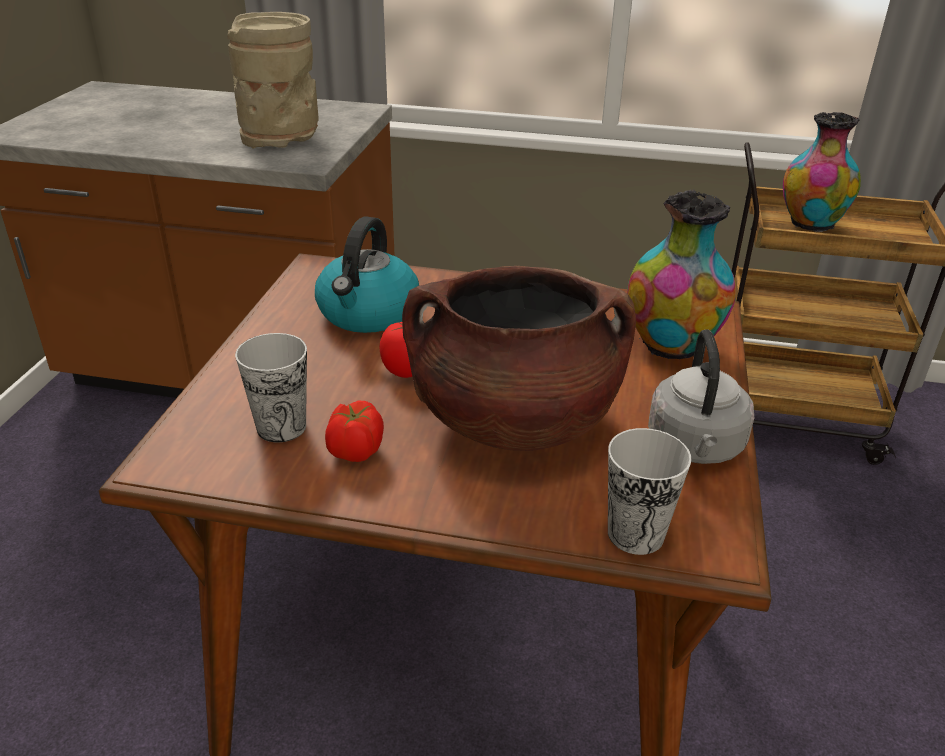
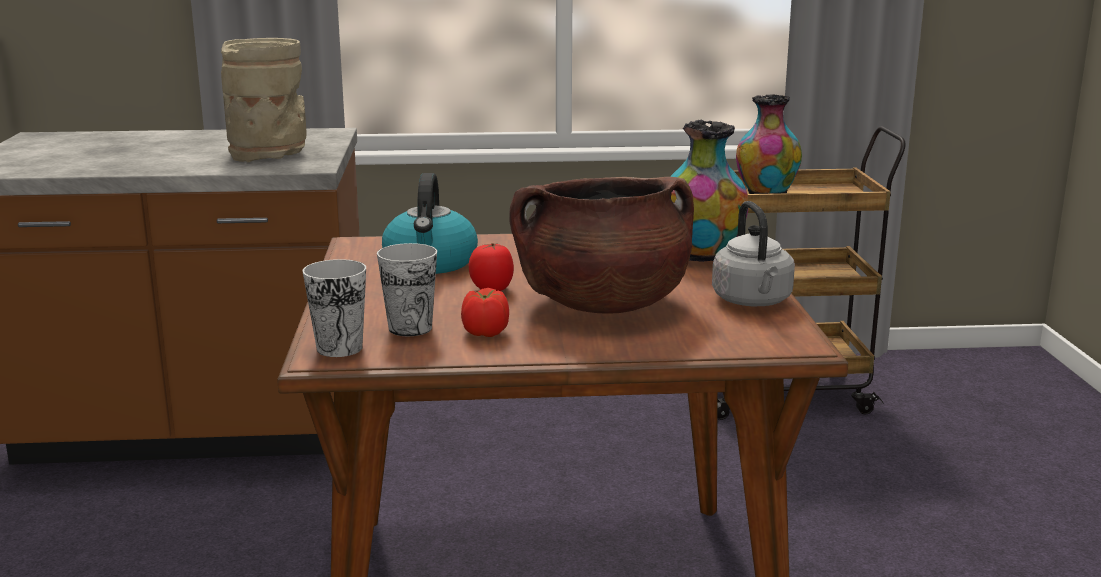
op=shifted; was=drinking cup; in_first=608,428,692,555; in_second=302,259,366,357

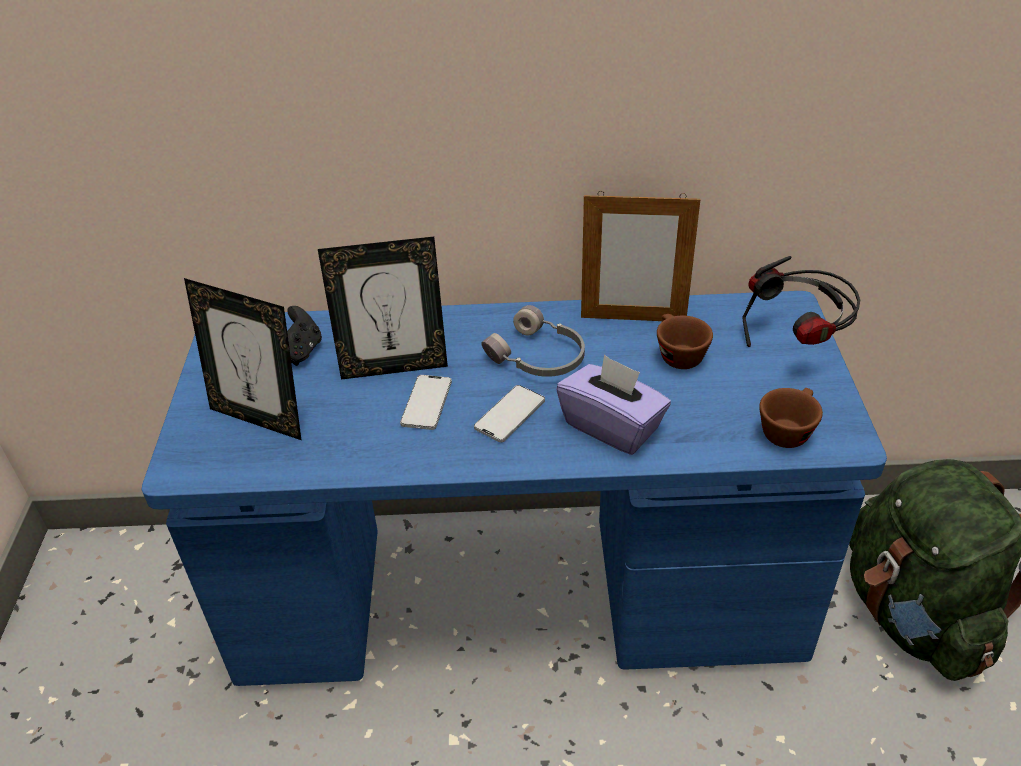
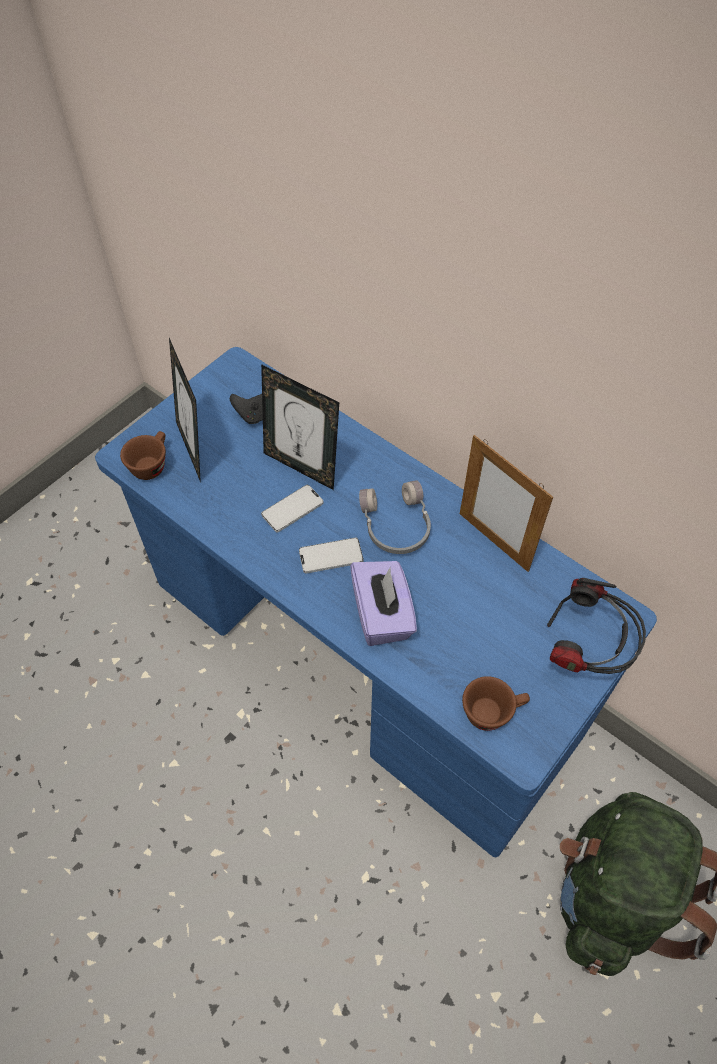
op=shifted; was=brown drinking cup; in_first=657,314,713,369; in_second=120,431,166,480

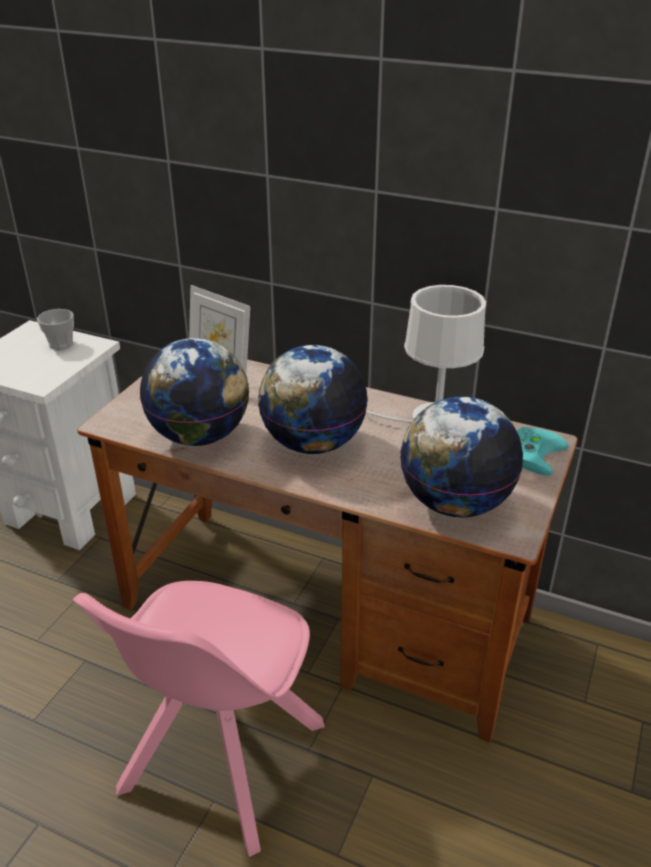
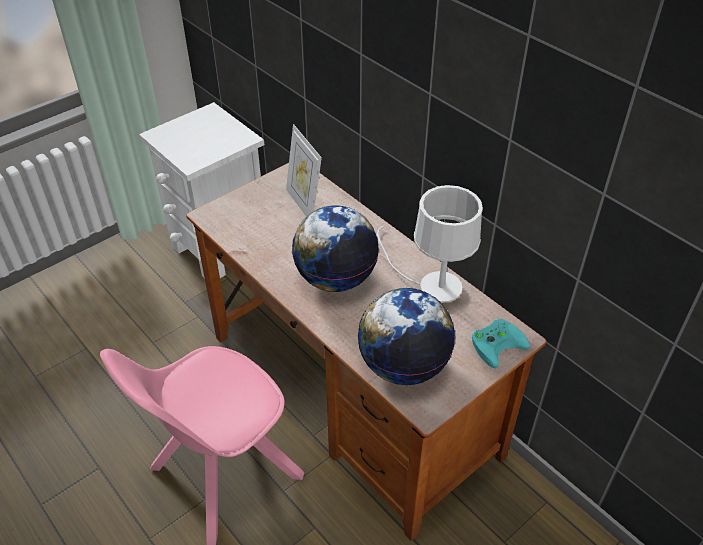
op=gone; was=drinking cup; in_first=37,309,74,350
op=gone; was=desk globe; in_first=140,338,249,446

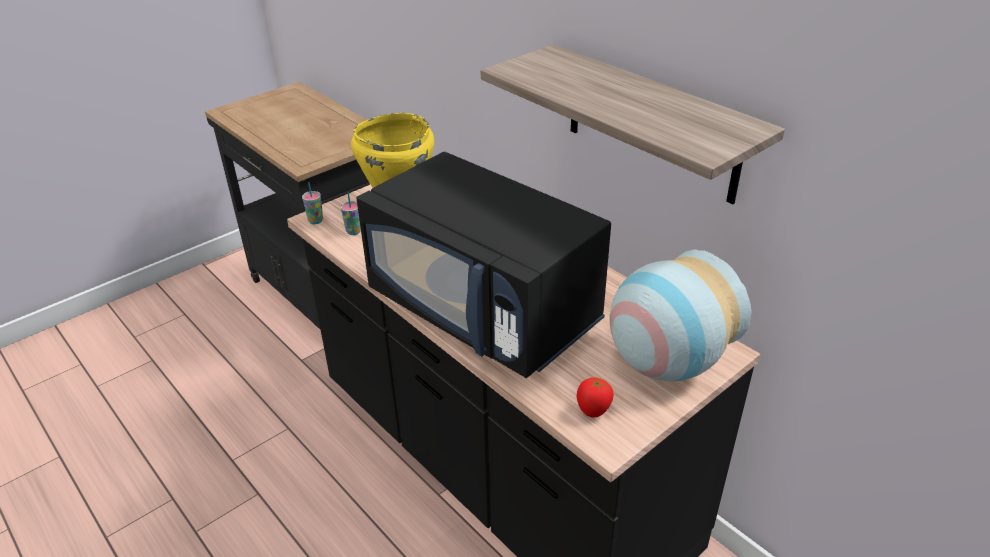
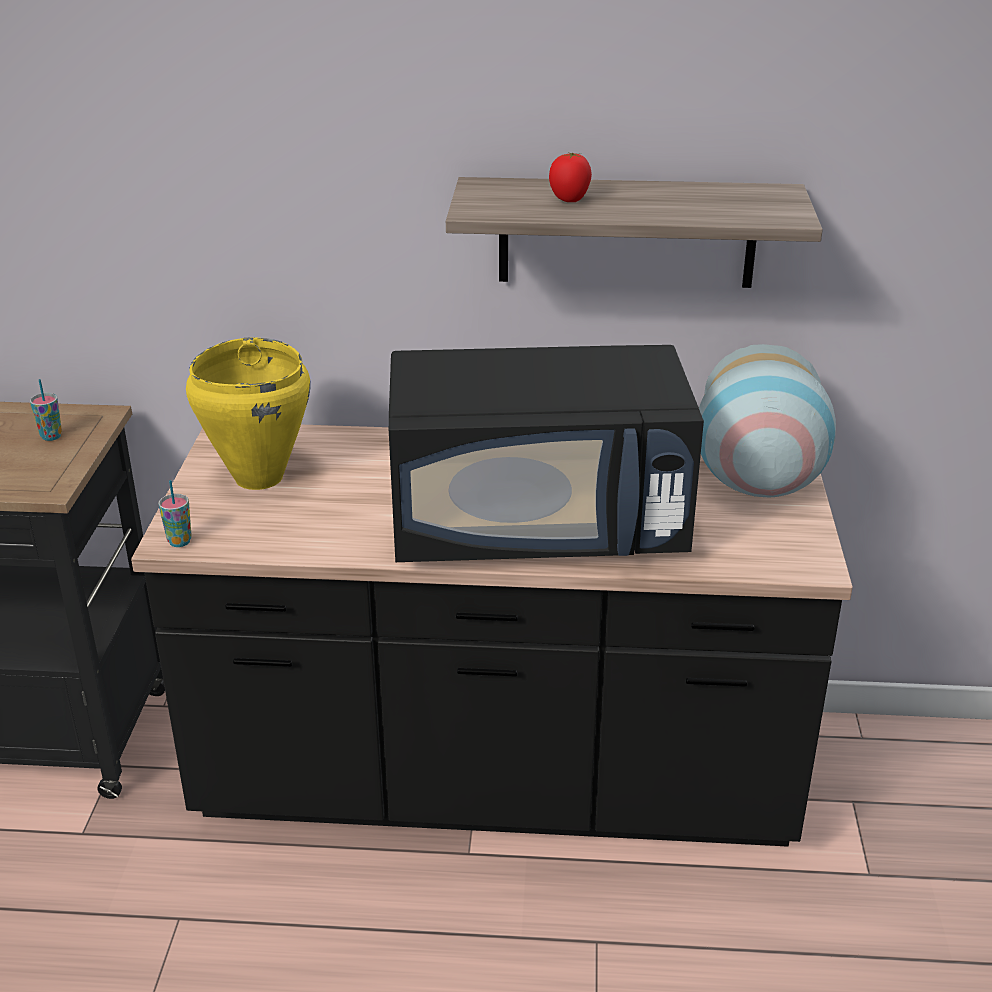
op=shifted; was=drinking cup; in_first=341,192,361,235; in_second=30,379,62,441
op=shifted; was=fresh tomato; in_first=577,377,614,418; in_second=549,153,592,202

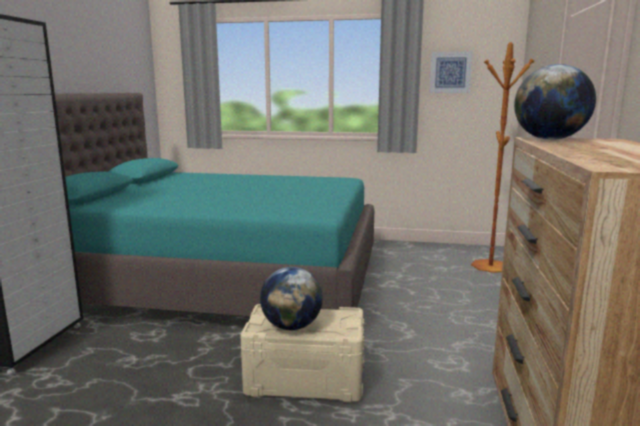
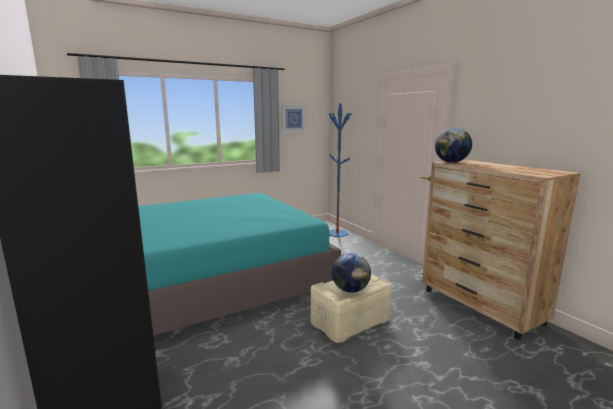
op=repainted; was=orangey clothes rack; now=blue-coloured clothes rack; in_first=471,42,534,273; in_second=328,103,351,237

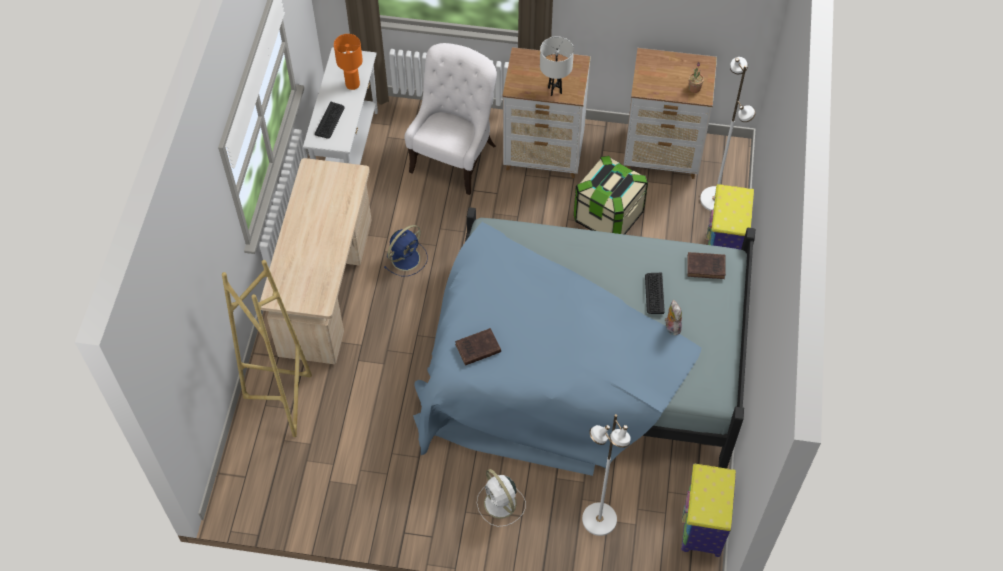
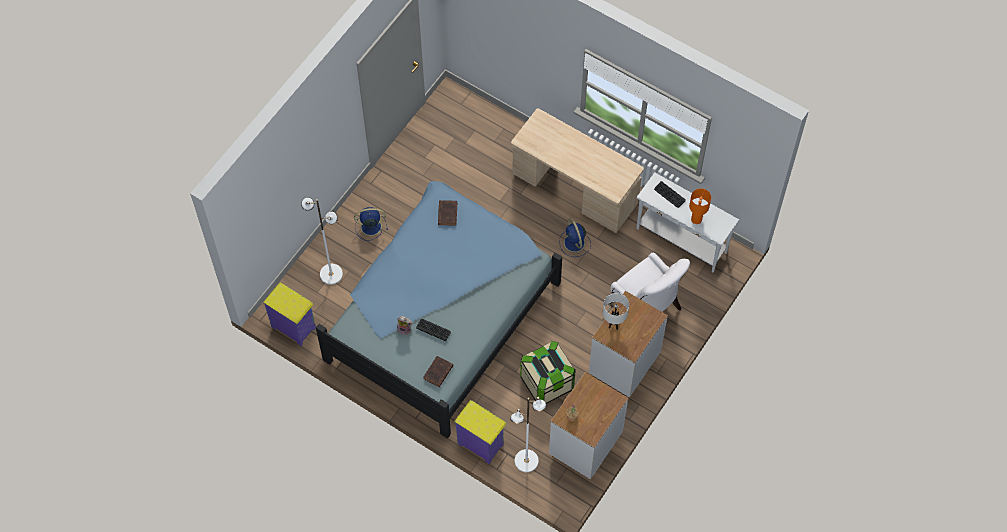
op=gone; was=yellow-coloured clothes rack; in_first=222,260,312,437
op=repainted; was=white-coloured fan; now=blue-coloured fan; in_first=477,469,526,527; in_second=354,207,388,241

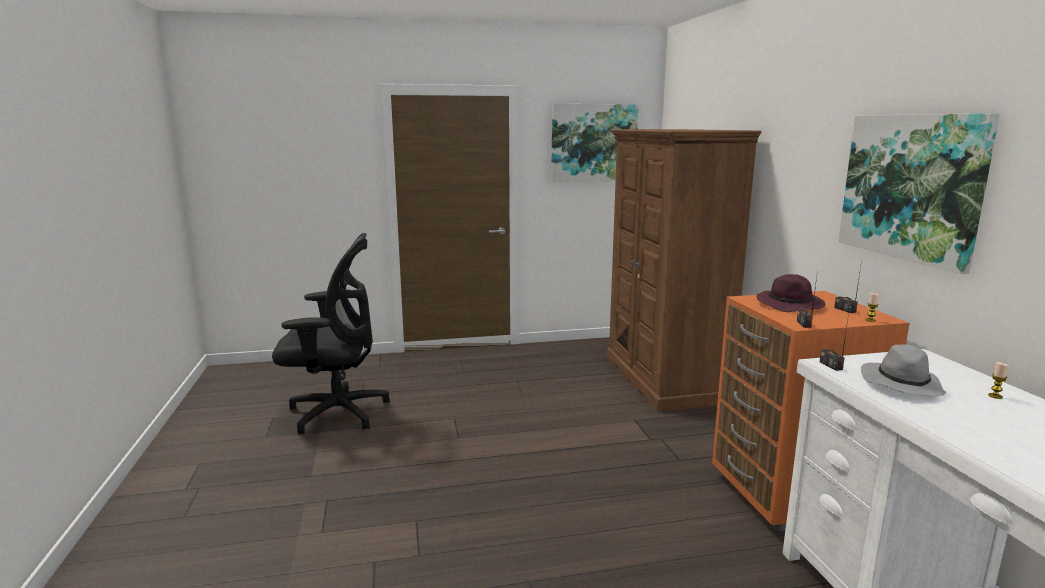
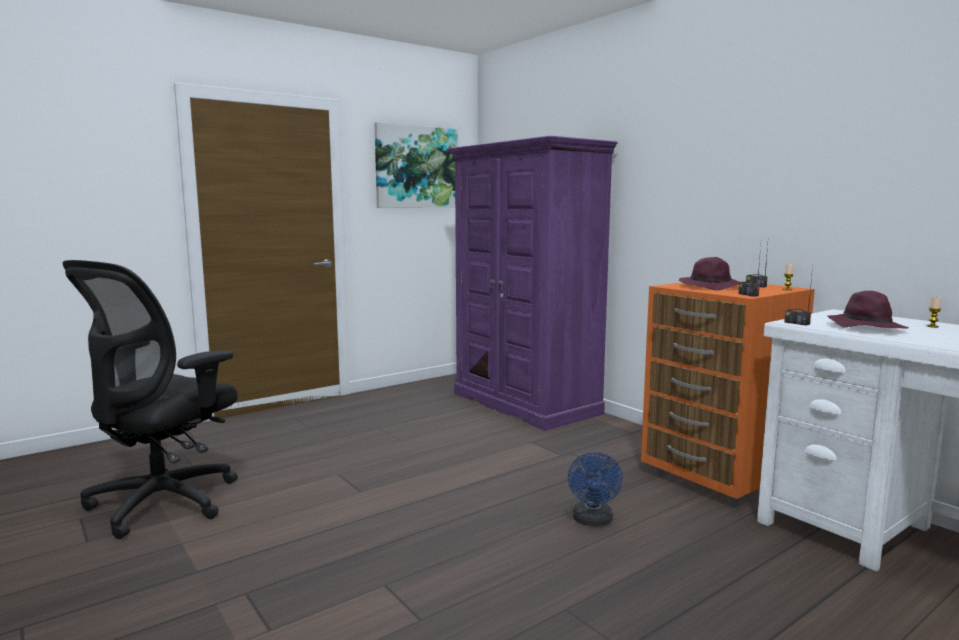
op=rotated; was=black-coloured office chair; in_first=272,233,390,435; in_second=63,260,238,539; clockwise=150
op=repainted; was=brown wardrobe; now=purple wardrobe; in_first=606,129,761,411; in_second=447,136,618,431
op=gone; was=wall picture; in_first=838,113,1000,274
op=repainted; was=grey wearable hat; now=purple wearable hat; in_first=861,344,946,397; in_second=827,291,909,329
op=new; now=blue-coloured fan; in_second=568,452,623,526

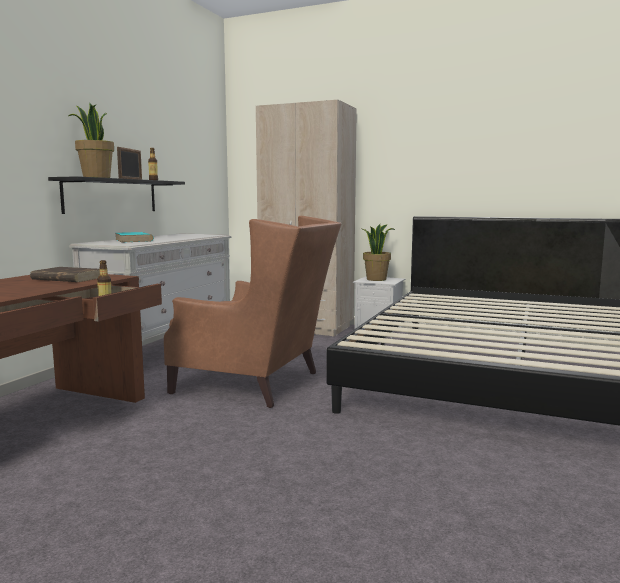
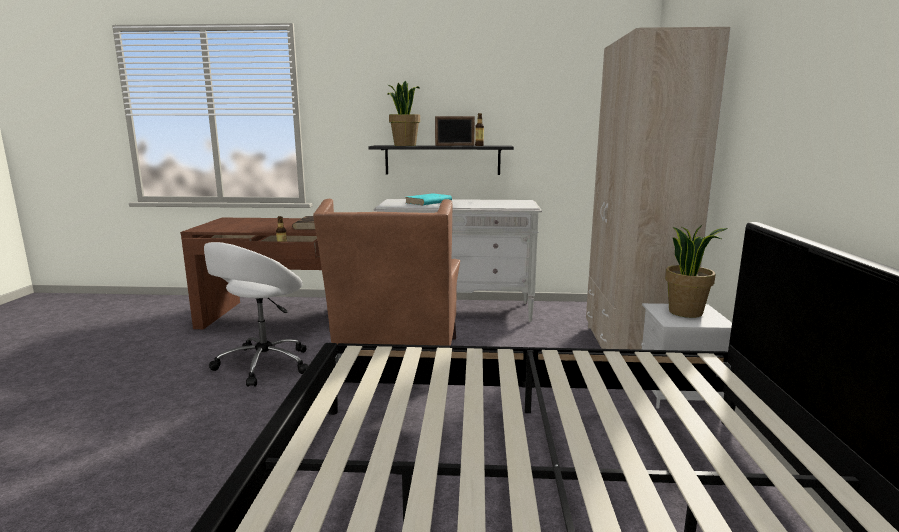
op=new; now=white-coloured office chair; in_second=204,242,308,387

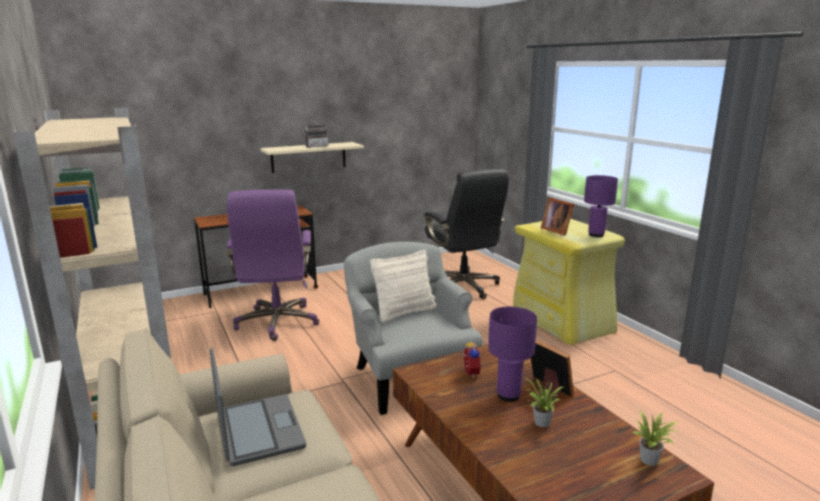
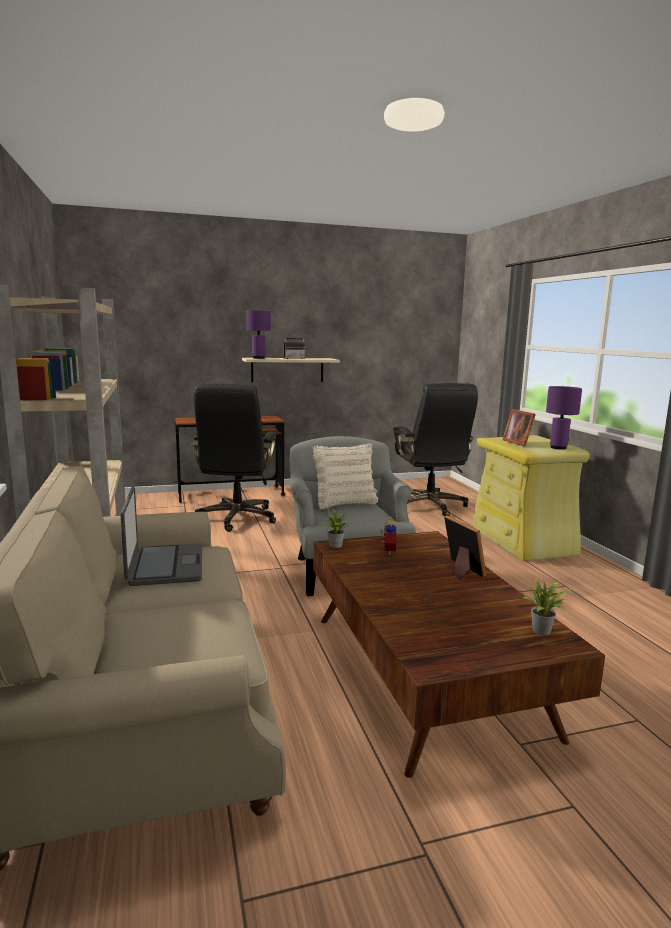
op=repainted; was=purple office chair; now=black-coloured office chair; in_first=225,189,319,341; in_second=191,383,276,532
op=shifted; was=purple lamp for a table; in_first=488,307,537,402; in_second=246,310,271,359
op=shifted; was=potted plant; in_first=525,378,563,427; in_second=321,508,351,548

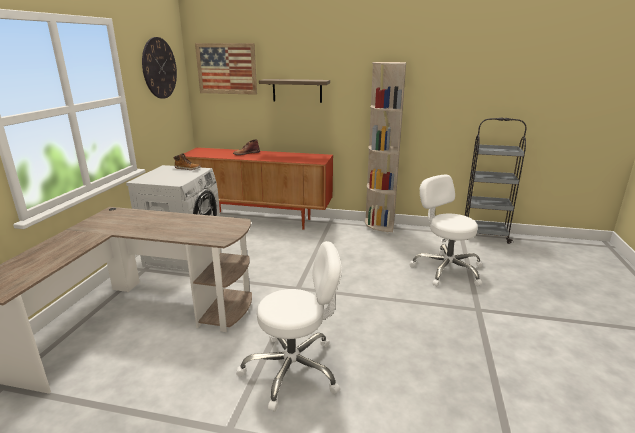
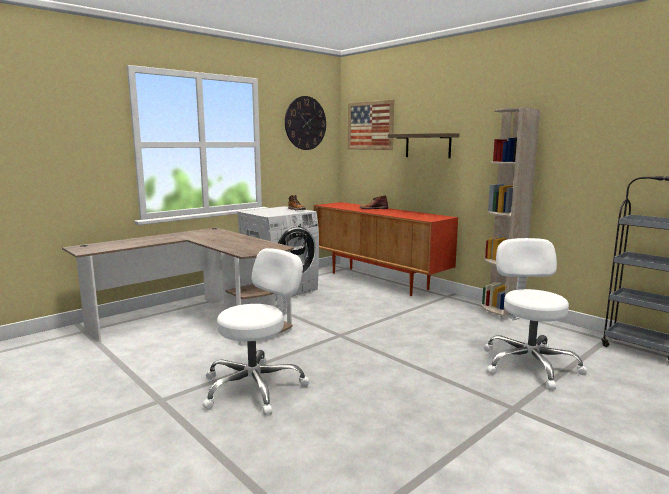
op=rotated; was=white-coloured office chair; in_first=236,241,342,412; in_second=203,248,309,415; clockwise=-75

